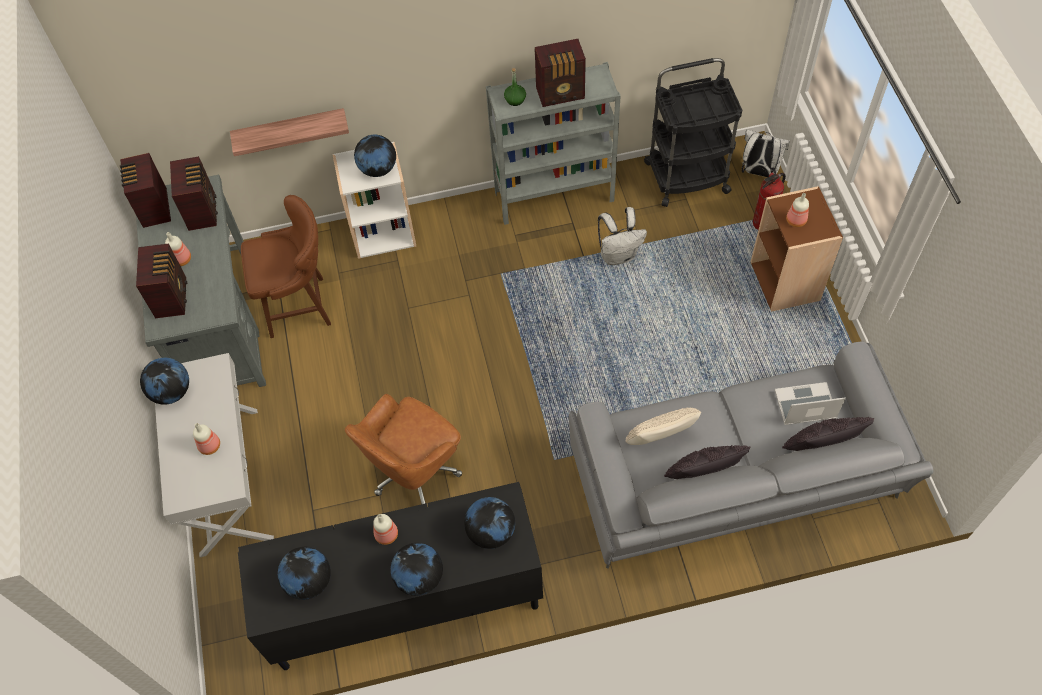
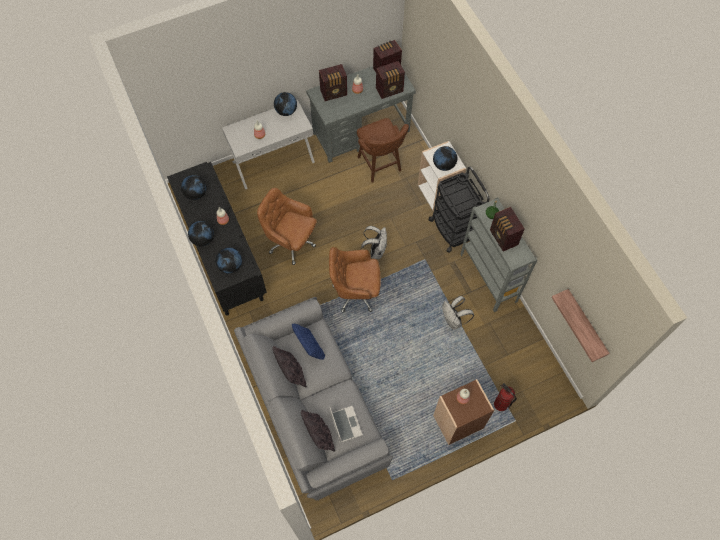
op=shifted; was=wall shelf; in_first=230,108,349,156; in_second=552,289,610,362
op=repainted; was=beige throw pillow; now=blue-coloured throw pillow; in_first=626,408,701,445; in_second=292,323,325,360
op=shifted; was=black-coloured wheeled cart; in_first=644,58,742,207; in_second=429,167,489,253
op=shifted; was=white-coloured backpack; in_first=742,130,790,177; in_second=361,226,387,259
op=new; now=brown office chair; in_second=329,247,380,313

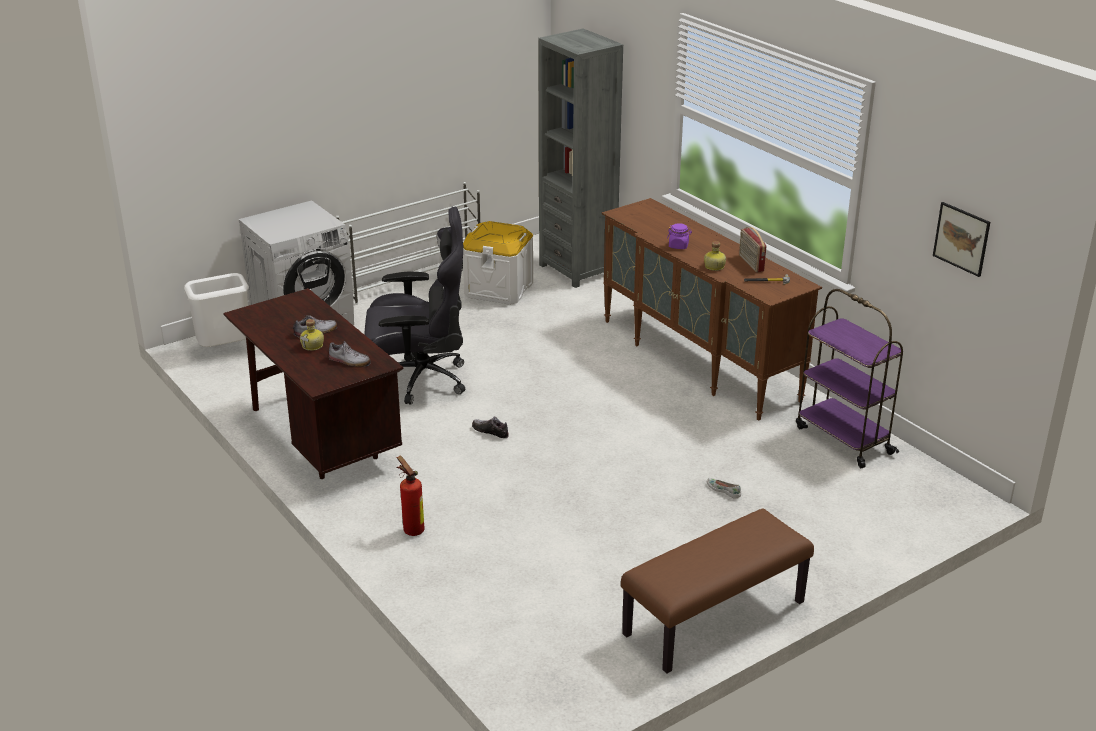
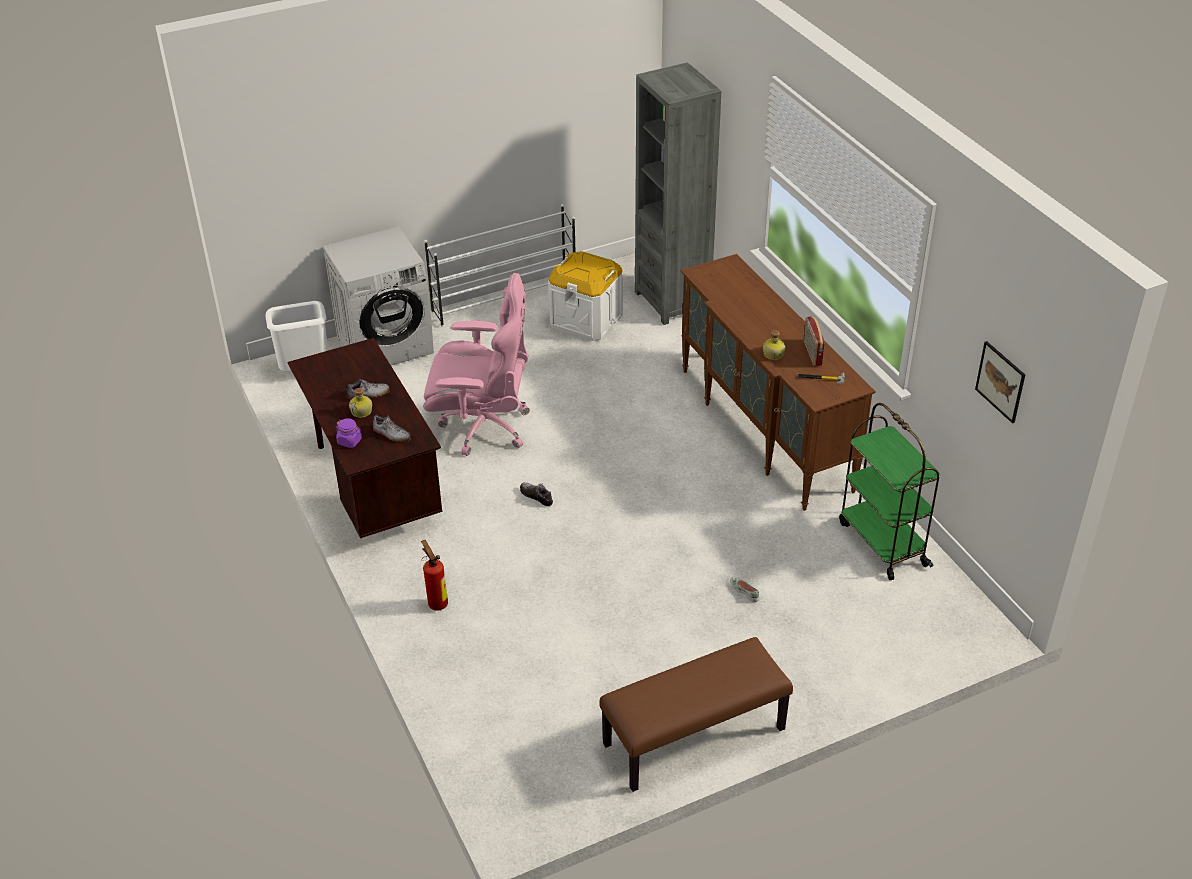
op=repainted; was=black-coloured office chair; now=pink office chair; in_first=364,207,465,404; in_second=423,273,530,456
op=shifted; was=purple storage jar; in_first=667,223,692,249; in_second=336,418,362,448
op=repainted; was=purple wheeled cart; now=green wheeled cart; in_first=796,289,903,468; in_second=839,403,940,580

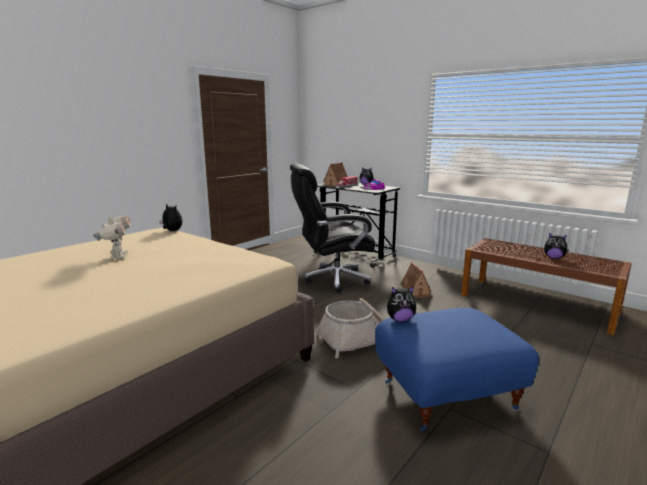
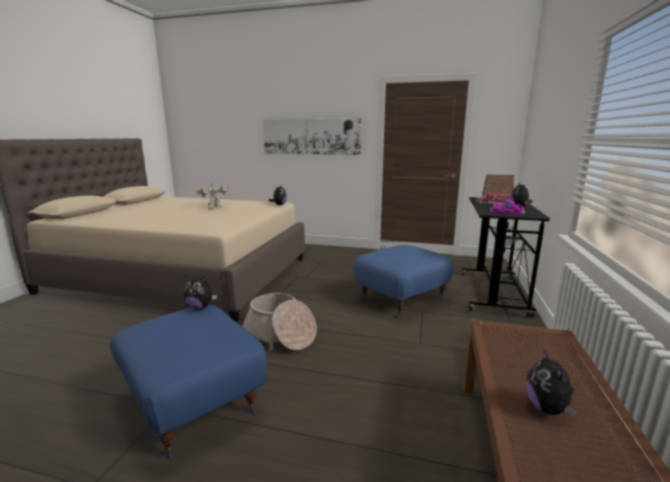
op=swapped; was=black-coloured office chair; now=blue-coloured pouffe; in_first=290,164,376,293; in_second=353,245,453,318
op=rotated; was=plush toy; in_first=387,286,416,322; in_second=183,275,217,310; clockwise=-45
op=gone; was=model house; in_first=400,262,432,298
op=new; now=wall picture; in_second=263,118,362,155

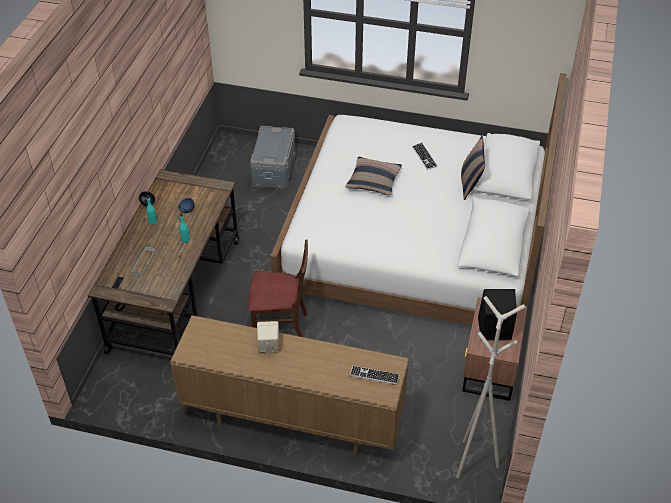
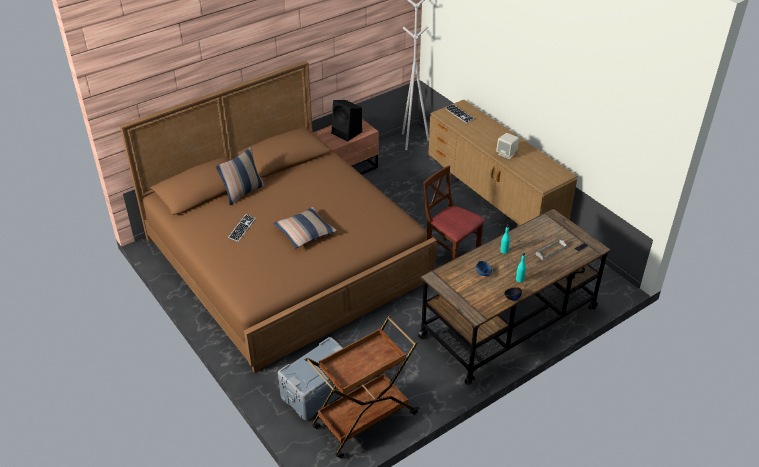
op=repainted; was=white-coloured bed; now=brown bed; in_first=271,73,566,325; in_second=120,61,437,373
op=new; now=brown wheeled cart; in_second=304,315,420,458

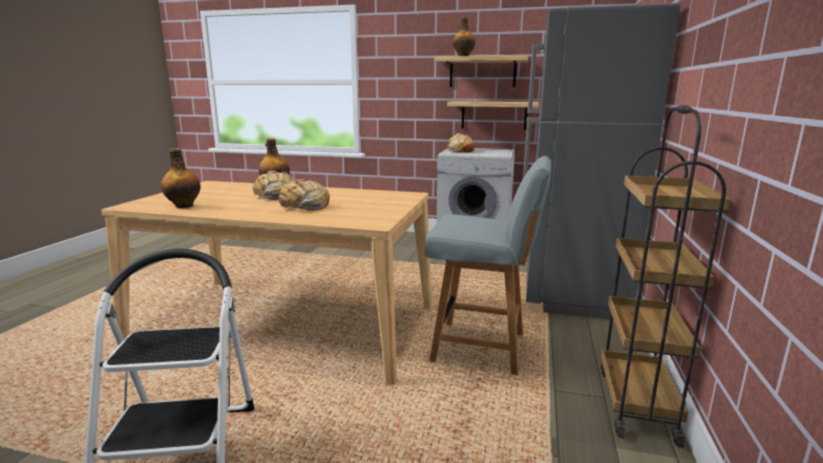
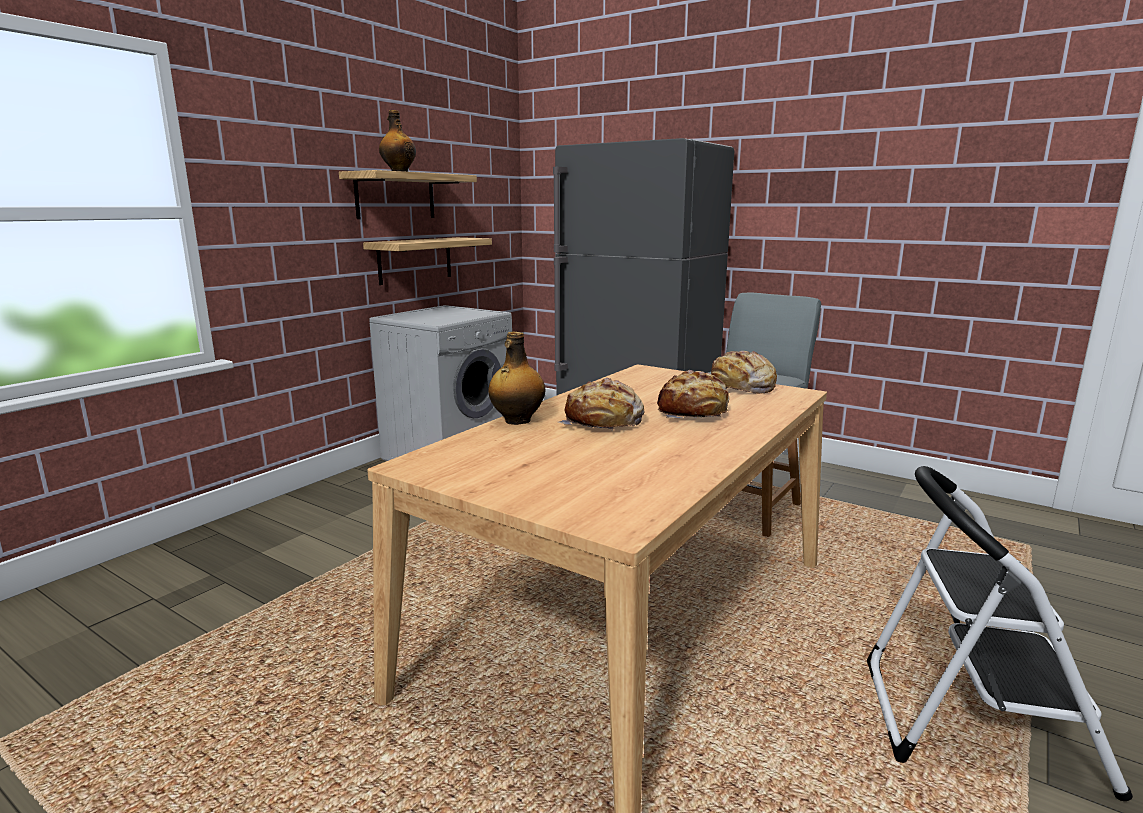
op=gone; was=bottle; in_first=161,148,201,208
op=shifted; was=bakery bread; in_first=447,133,475,152; in_second=711,351,777,394
op=gone; was=brown wheeled cart; in_first=601,105,731,448

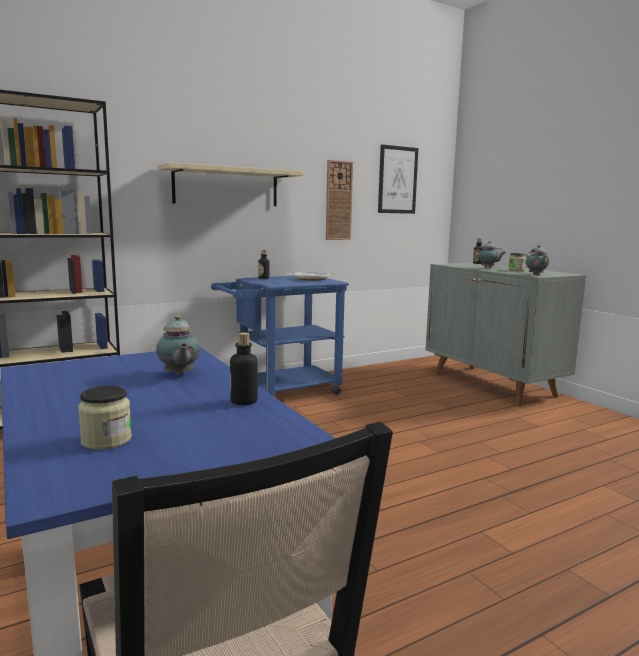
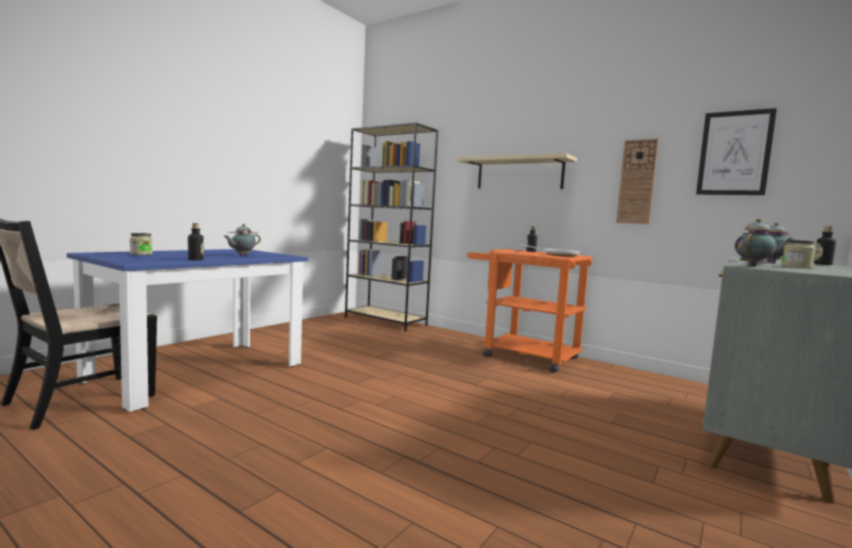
op=repainted; was=blue-coloured wheeled cart; now=orangey wheeled cart; in_first=211,276,349,396; in_second=467,249,592,373

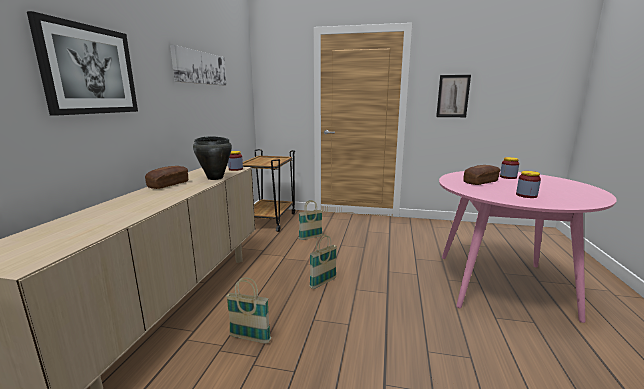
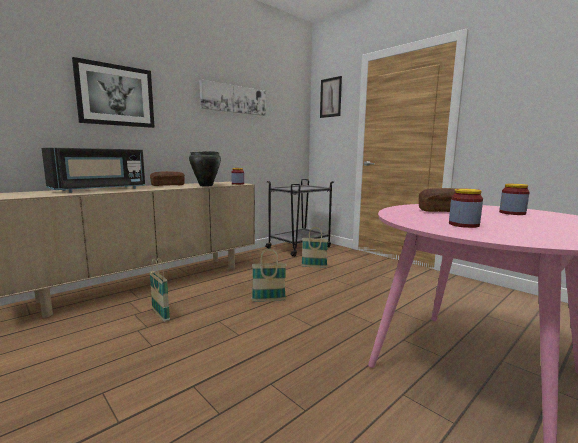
op=repainted; was=brown wheeled cart; now=grey wheeled cart; in_first=243,149,295,232; in_second=265,179,334,257
op=shifted; was=wall picture; in_first=436,75,471,117; in_second=320,76,342,118
op=new; now=black-coloured microwave oven; in_second=42,148,145,193

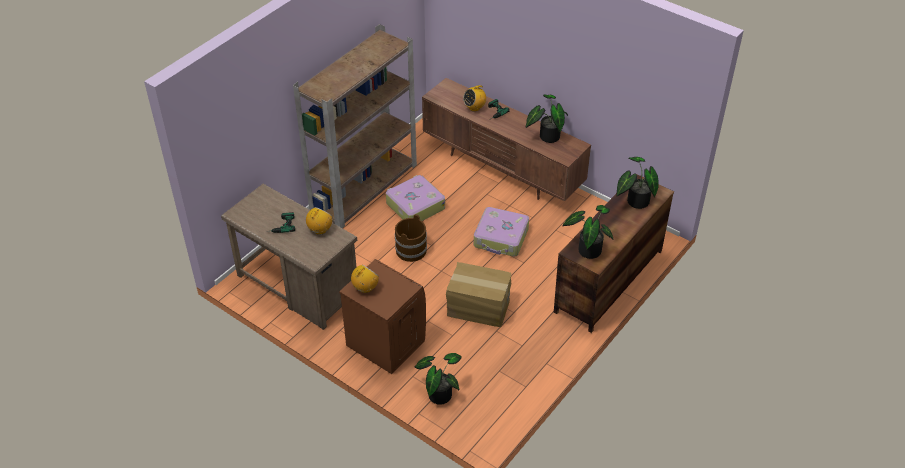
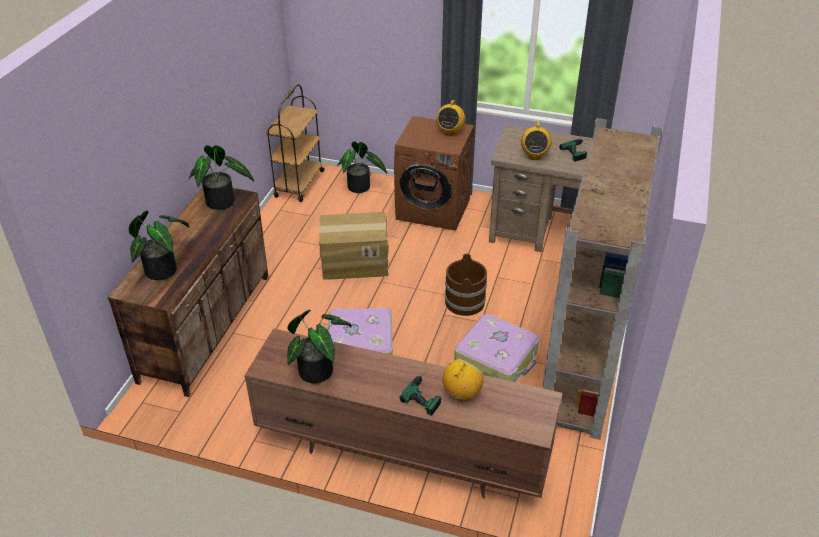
op=new; now=brown wheeled cart; in_second=266,84,324,202

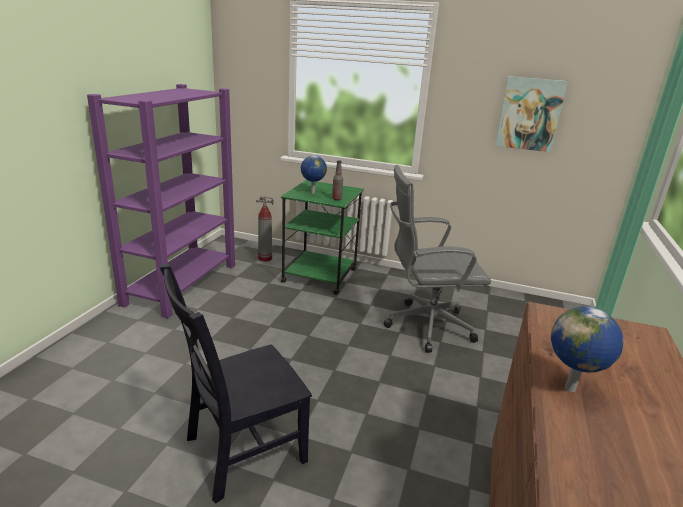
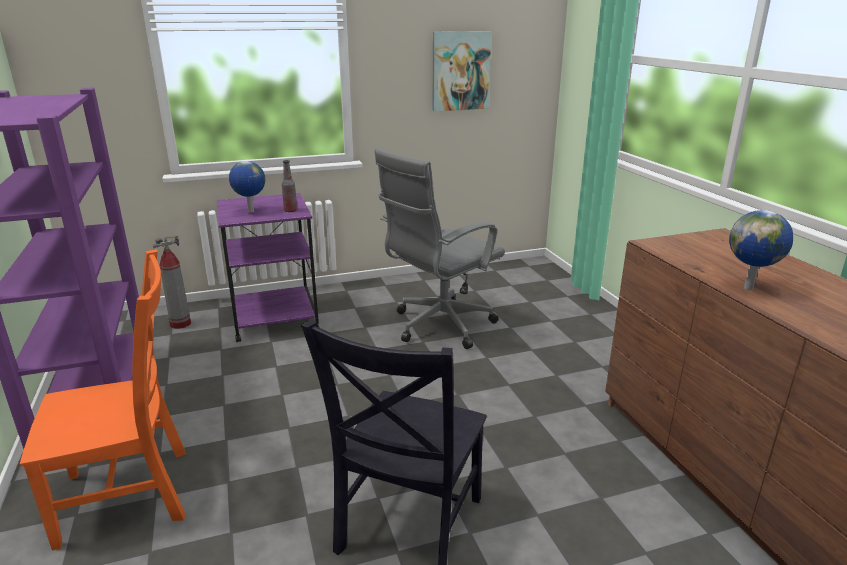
op=repainted; was=green wheeled cart; now=purple wheeled cart; in_first=281,180,364,295; in_second=217,193,320,342
op=new; now=orangey chair; in_second=20,249,186,551

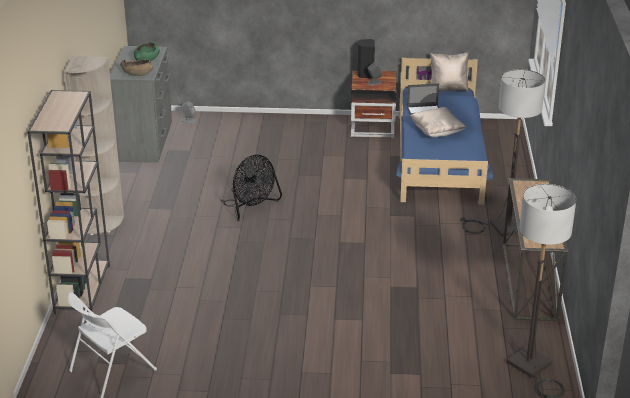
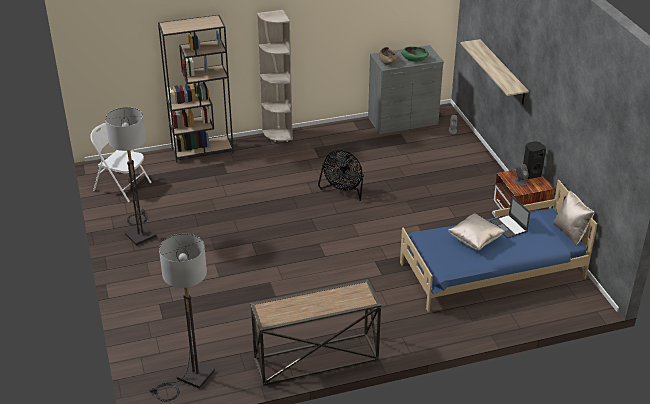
op=shifted; was=standard lamp; in_first=460,69,546,237; in_second=105,107,157,246
op=new; now=wall shelf; in_second=460,39,529,105

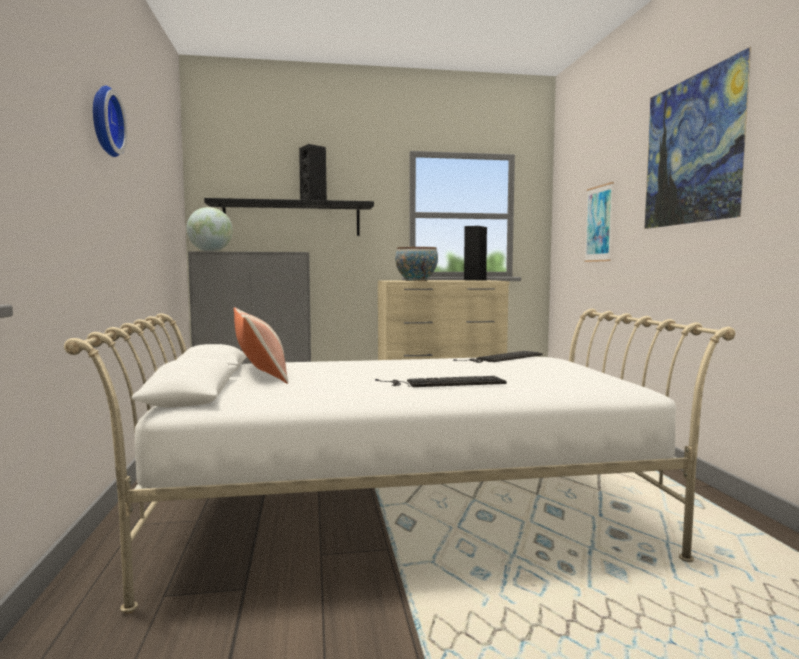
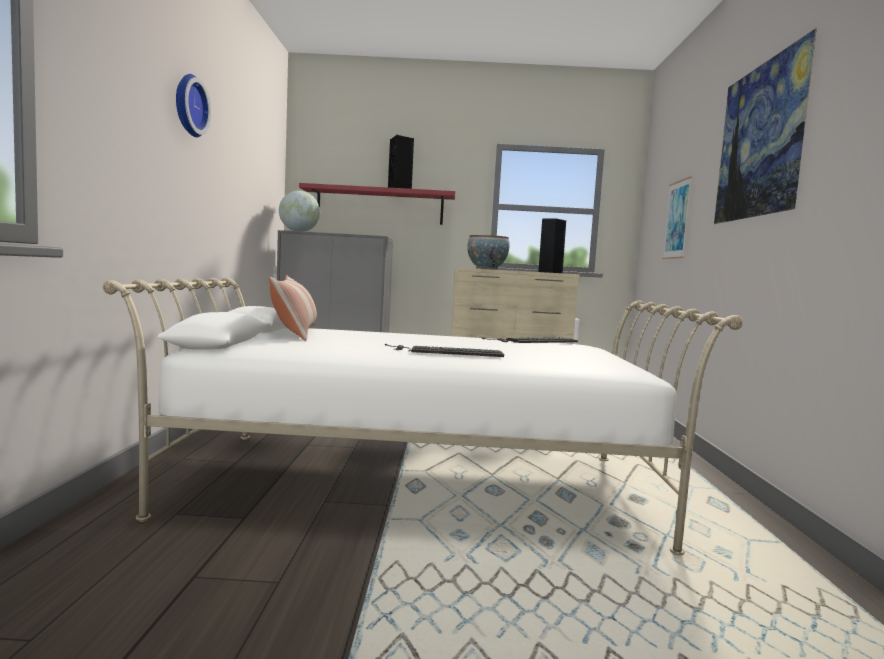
op=repainted; was=black-coloured wall shelf; now=red-coloured wall shelf; in_first=204,198,374,236; in_second=299,183,455,225

